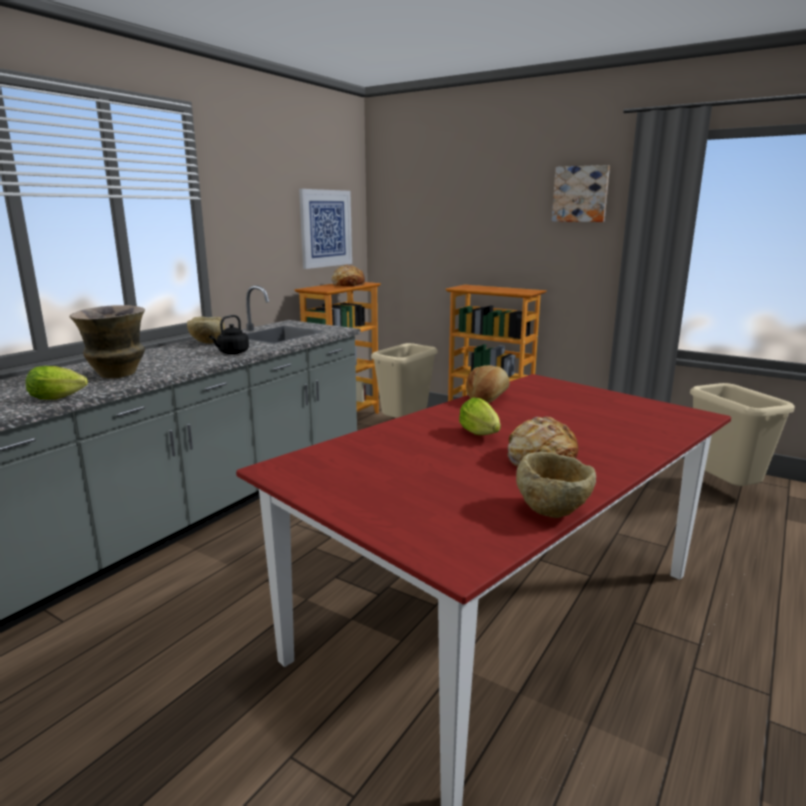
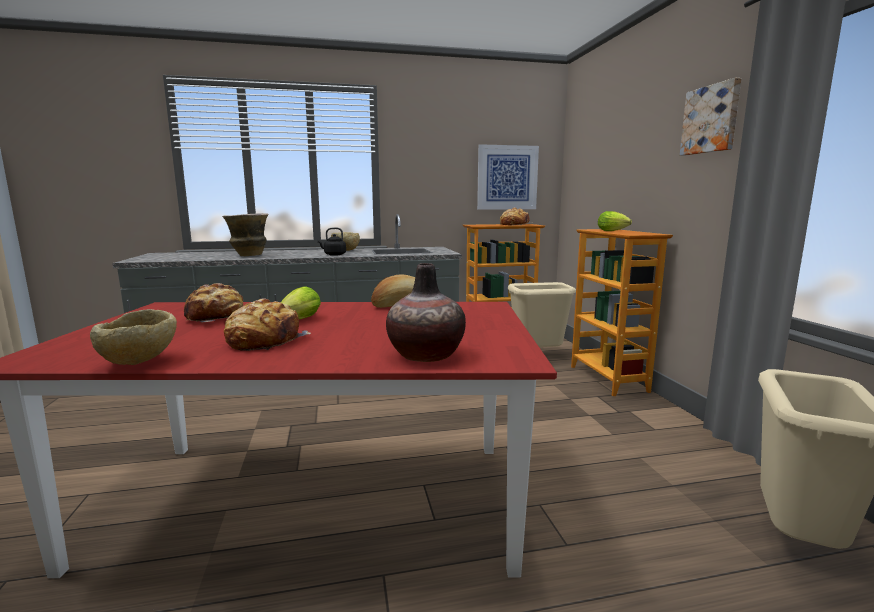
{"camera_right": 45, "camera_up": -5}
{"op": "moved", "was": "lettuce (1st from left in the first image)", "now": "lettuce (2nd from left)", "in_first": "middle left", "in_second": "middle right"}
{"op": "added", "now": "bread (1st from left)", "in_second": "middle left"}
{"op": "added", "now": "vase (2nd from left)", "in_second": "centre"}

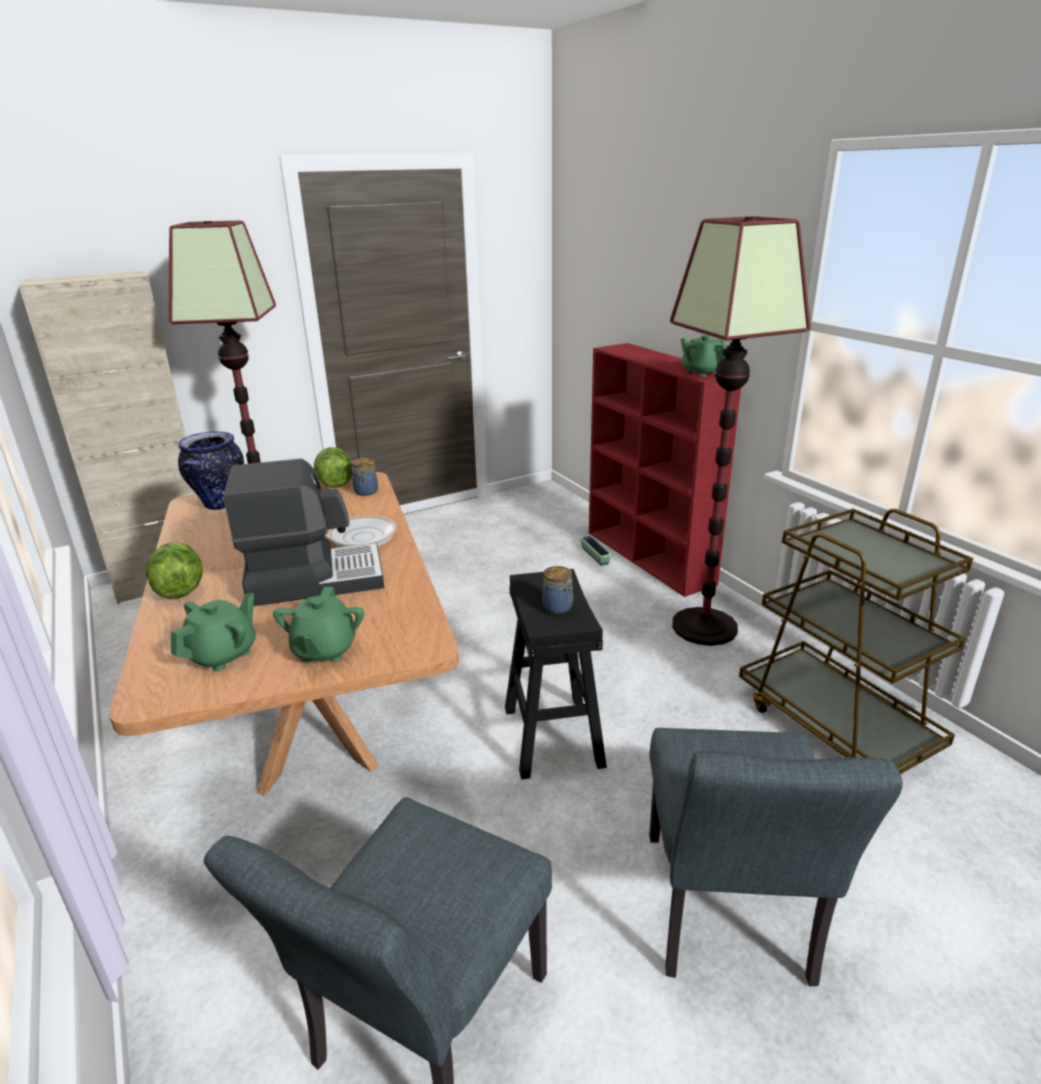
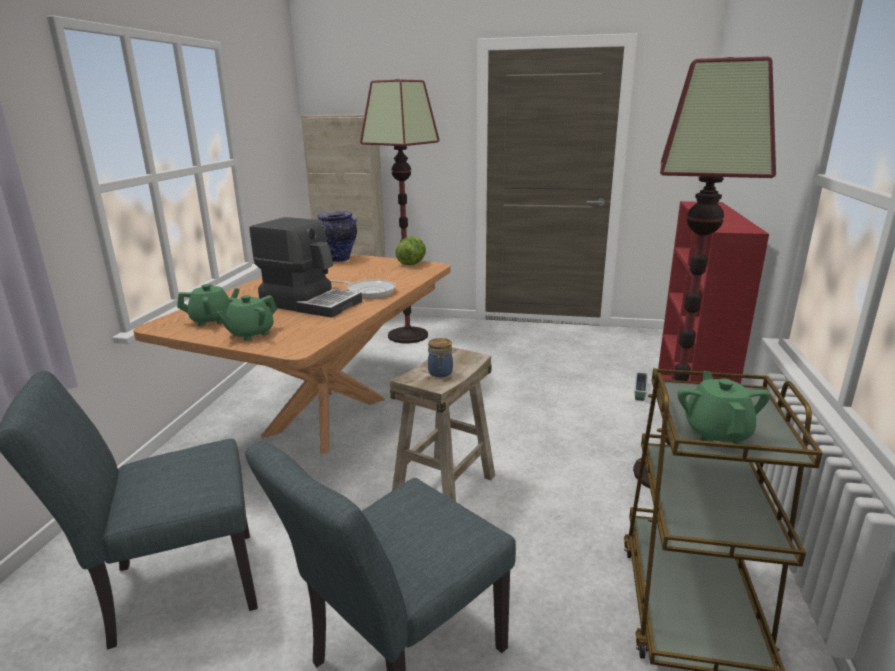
{"camera_right": 40, "camera_up": -5}
{"op": "removed", "was": "lettuce (1st from left)", "in_first": "middle left"}
{"op": "removed", "was": "jar (1st from left)", "in_first": "centre"}
{"op": "recoloured", "was": "black stool", "now": "beige stool", "in_first": "centre", "in_second": "centre"}
{"op": "moved", "was": "green teapot (3rd from left)", "in_first": "top right", "in_second": "middle right"}

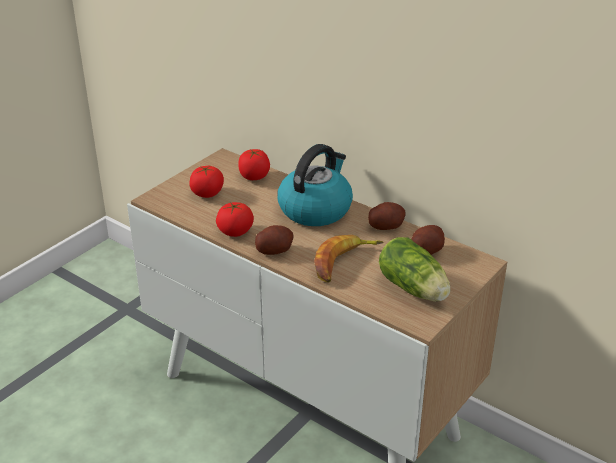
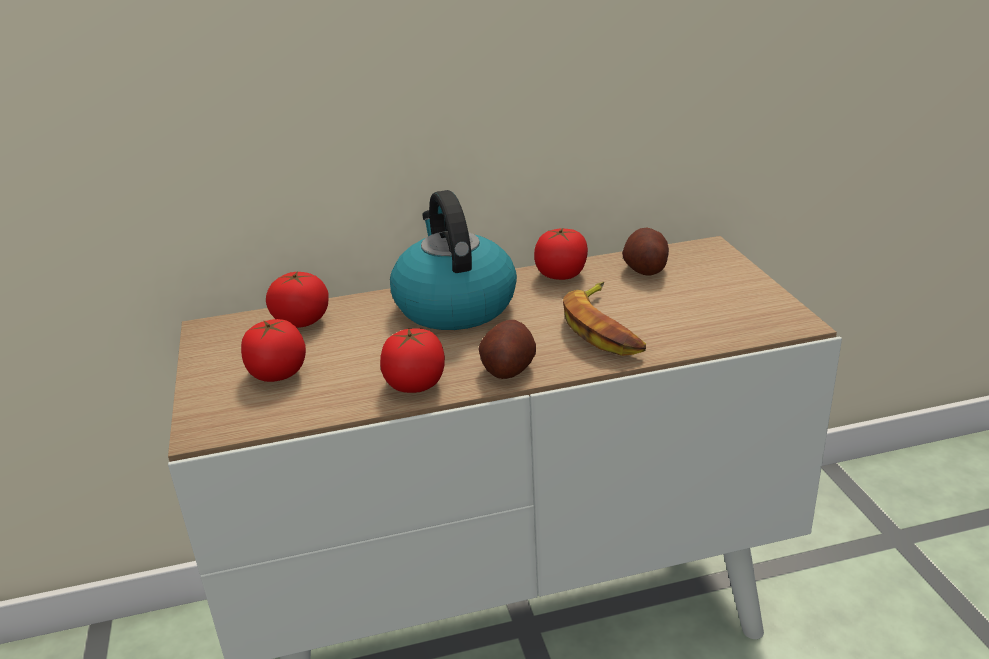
{"camera_right": -50, "camera_up": -5}
{"op": "replaced", "was": "potato (2nd from left)", "now": "tomato (4th from left)", "in_first": "centre", "in_second": "centre"}
{"op": "removed", "was": "lettuce", "in_first": "middle right"}

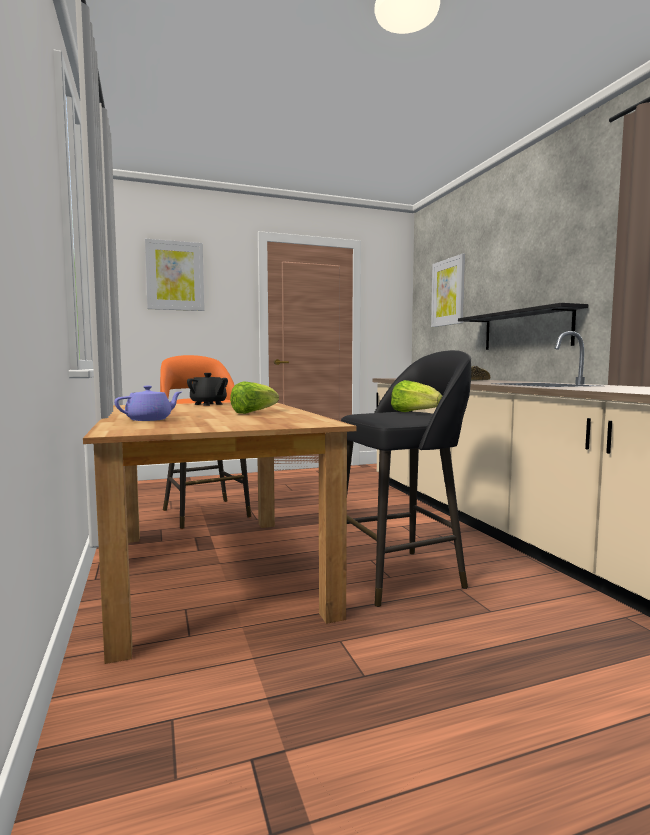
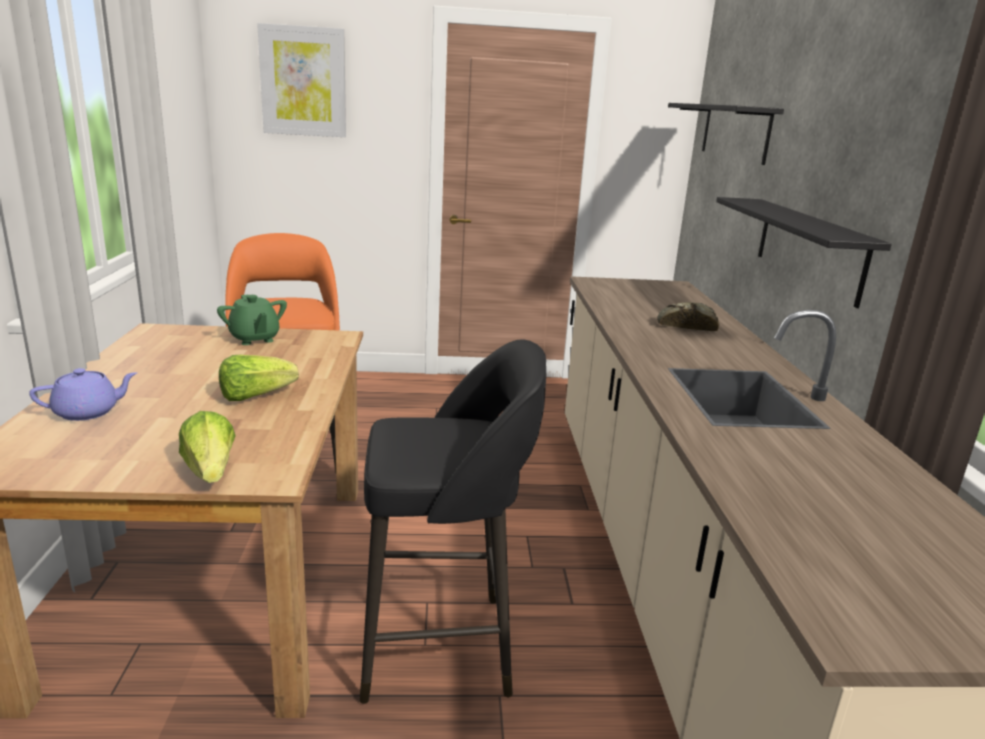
{"camera_right": 15, "camera_up": 15}
{"op": "recoloured", "was": "black teapot", "now": "green teapot", "in_first": "middle left", "in_second": "middle left"}
{"op": "moved", "was": "lettuce (2nd from left in the first image)", "now": "lettuce (1st from left)", "in_first": "centre", "in_second": "middle left"}
{"op": "replaced", "was": "picture (2nd from left)", "now": "black shelf (1st from left)", "in_first": "middle right", "in_second": "top right"}

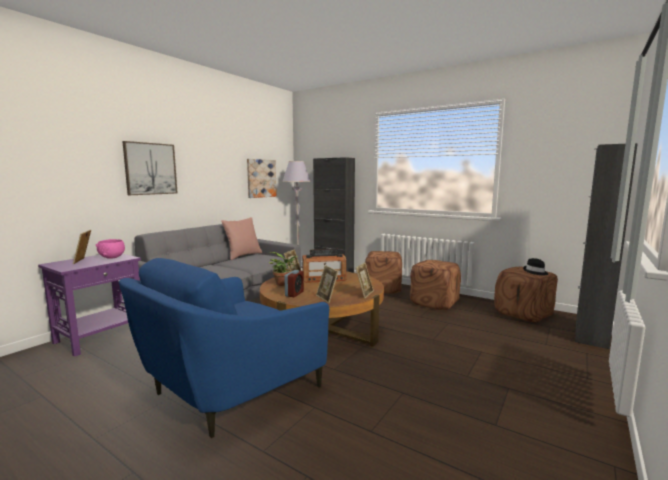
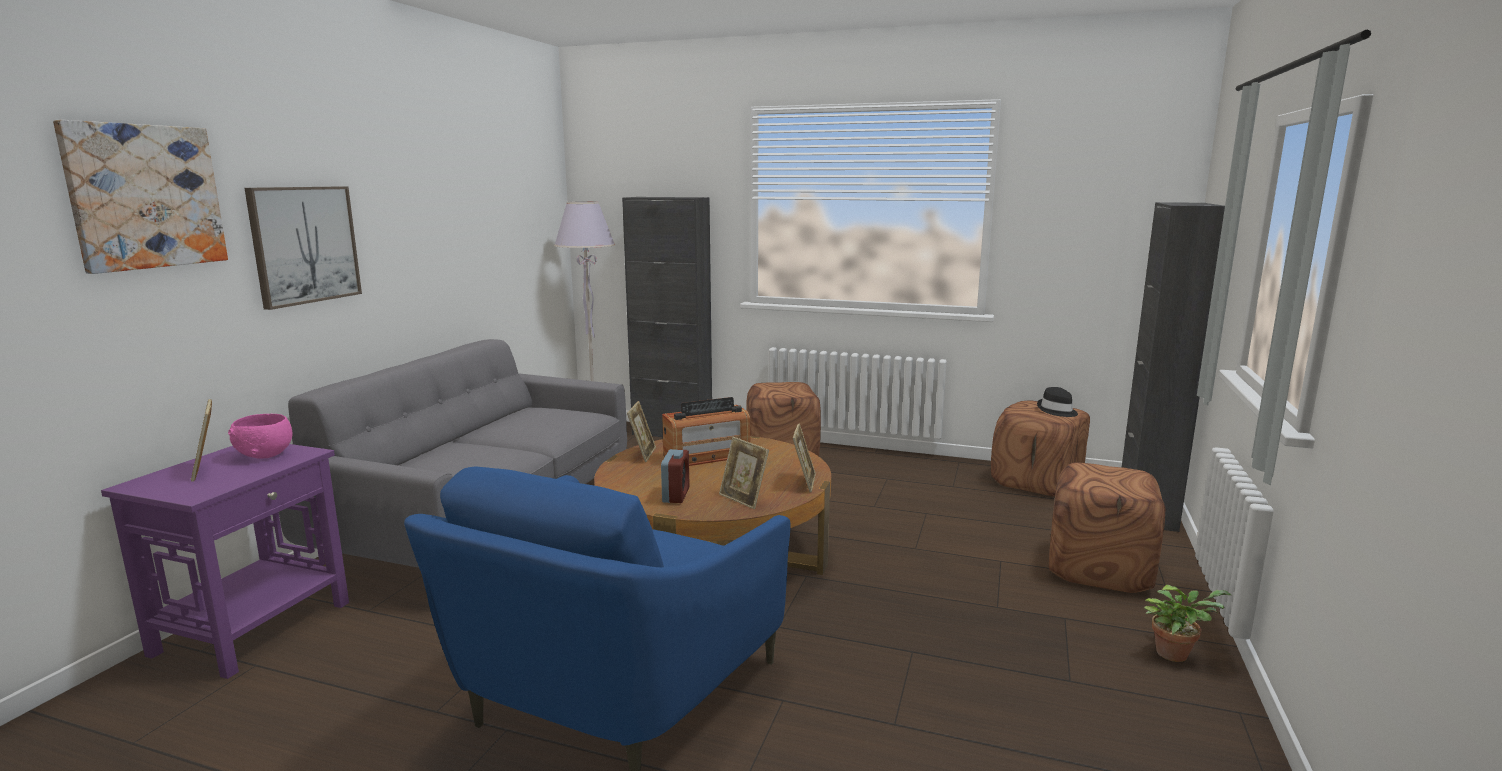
{"camera_right": -15, "camera_up": 5}
{"op": "removed", "was": "pink pillow", "in_first": "centre"}
{"op": "moved", "was": "picture (2nd from left in the first image)", "now": "picture (1st from left)", "in_first": "centre", "in_second": "top left"}
{"op": "moved", "was": "potted plant", "in_first": "centre", "in_second": "bottom right"}
{"op": "moved", "was": "brown ottoman (2nd from left in the first image)", "now": "brown ottoman (3rd from left)", "in_first": "centre", "in_second": "bottom right"}

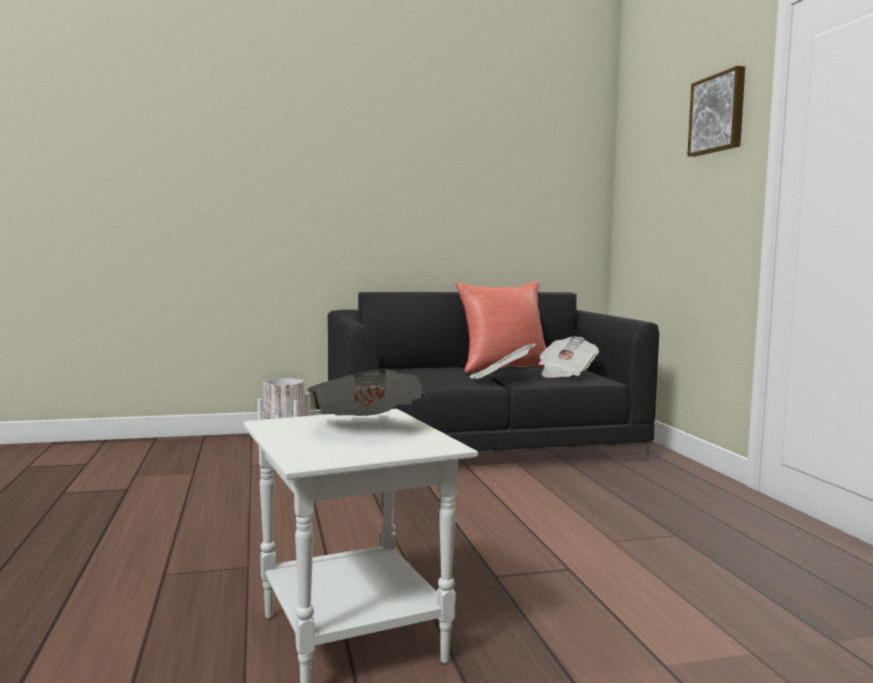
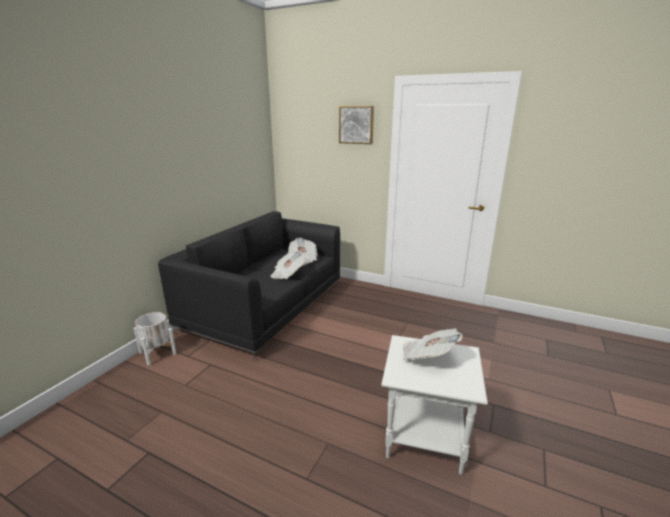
{"camera_right": -50, "camera_up": 15}
{"op": "removed", "was": "red pillow", "in_first": "centre"}

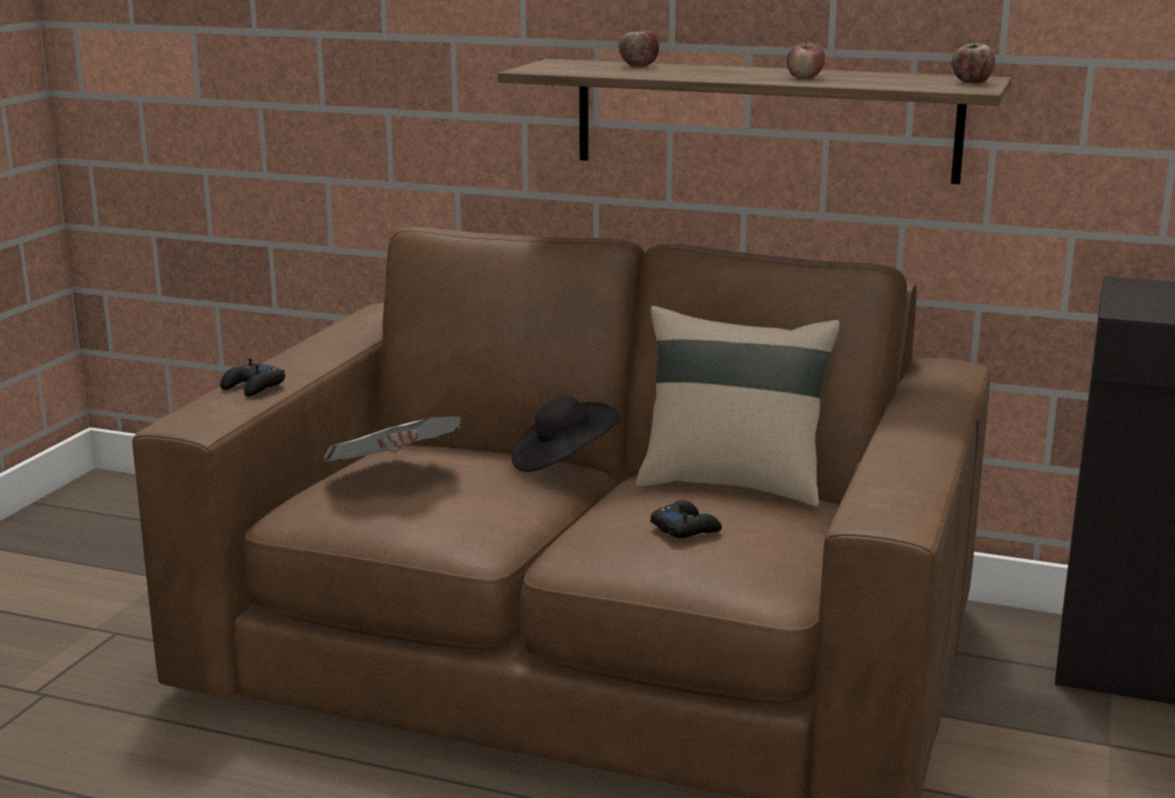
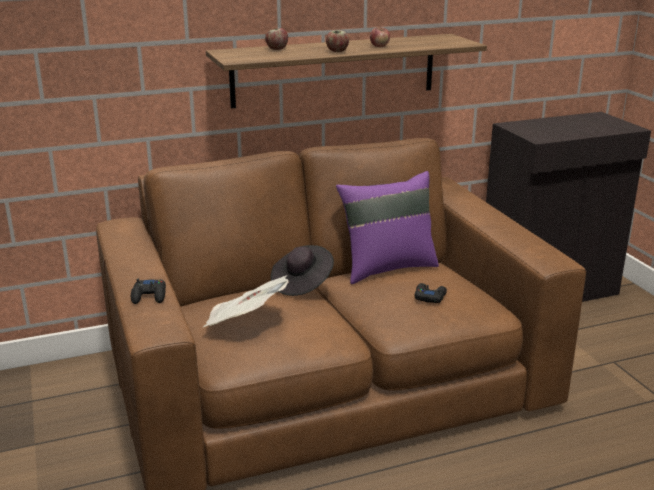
{"camera_right": -40, "camera_up": 5}
{"op": "recoloured", "was": "beige pillow", "now": "purple pillow", "in_first": "centre", "in_second": "centre"}
{"op": "moved", "was": "apple (3rd from left in the first image)", "now": "apple (2nd from left)", "in_first": "top right", "in_second": "top centre"}

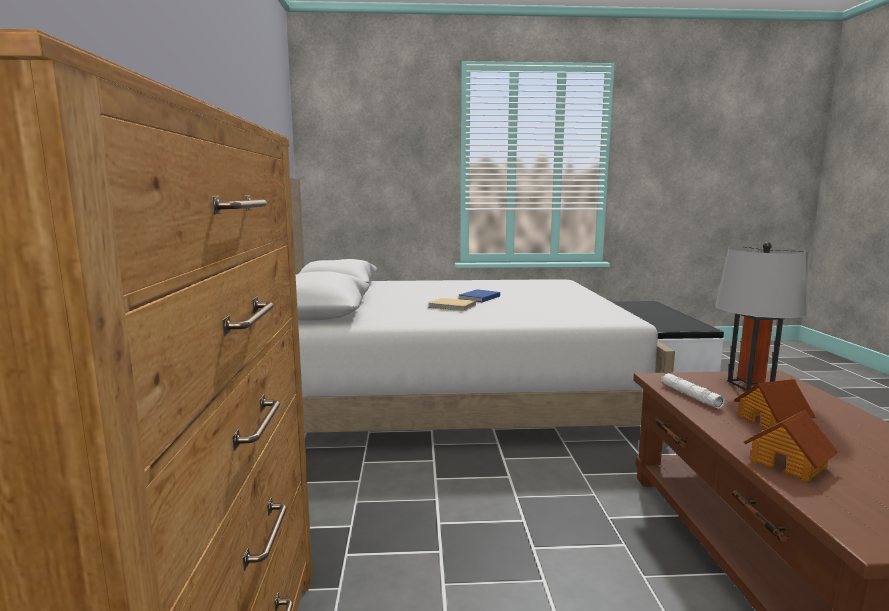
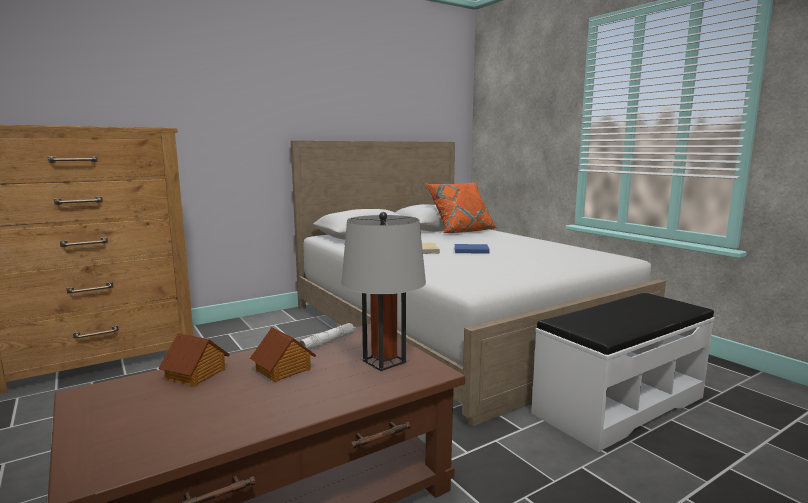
{"camera_right": 60, "camera_up": 0}
{"op": "added", "now": "orange pillow", "in_second": "centre"}

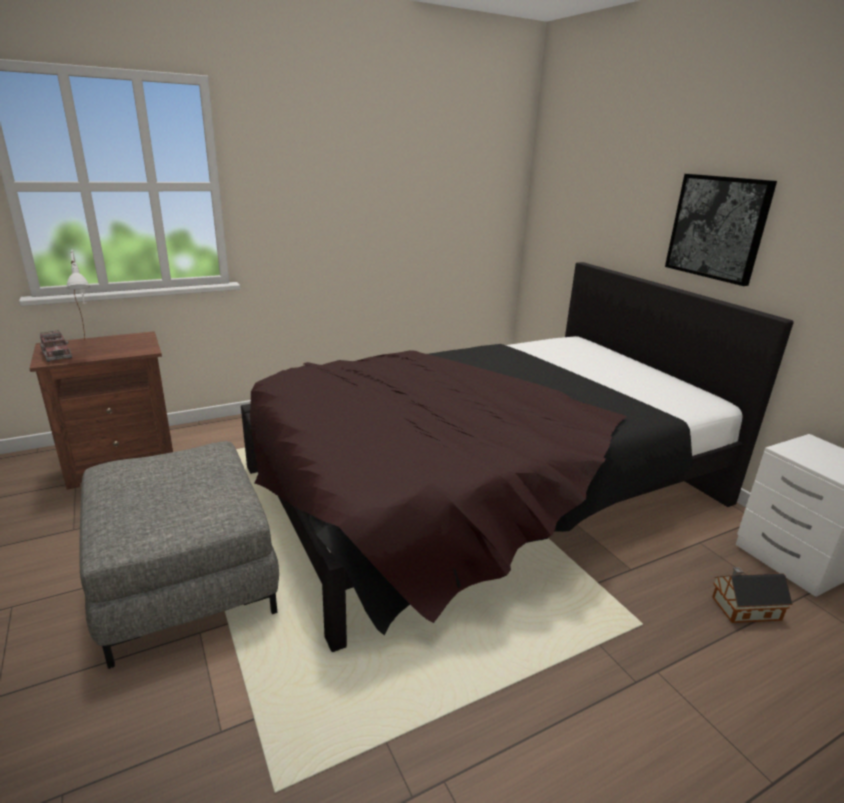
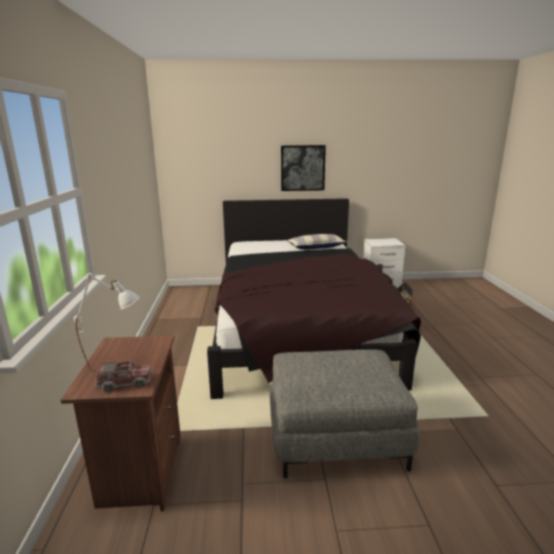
{"camera_right": -65, "camera_up": -5}
{"op": "added", "now": "pillow", "in_second": "centre"}

